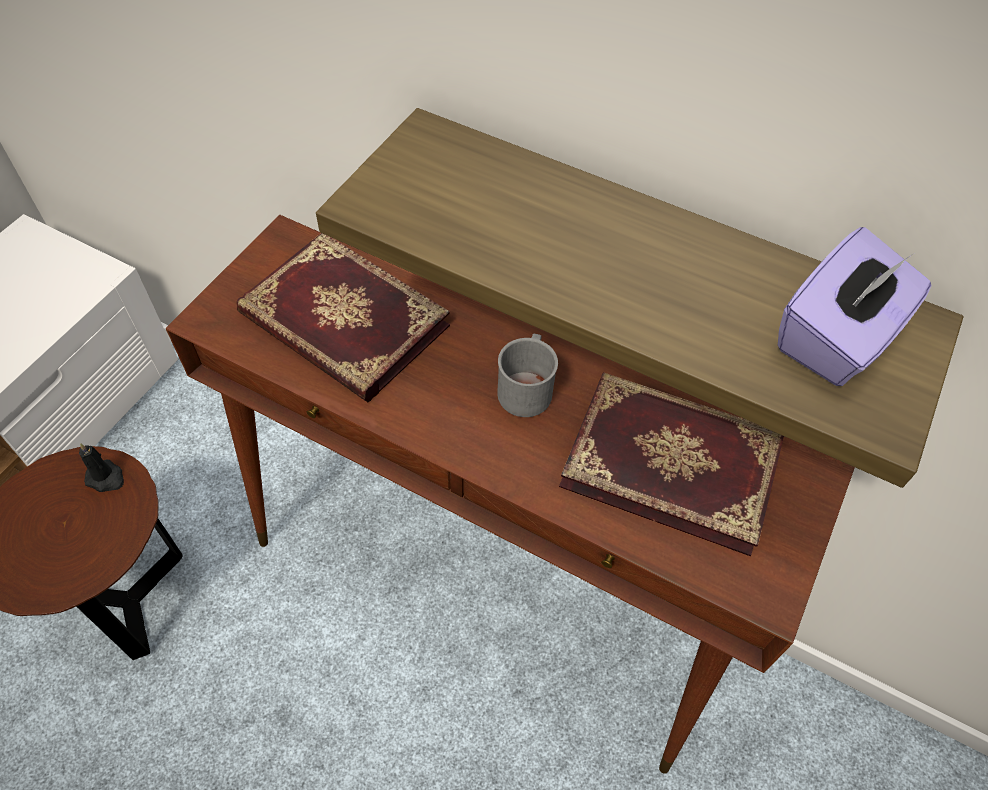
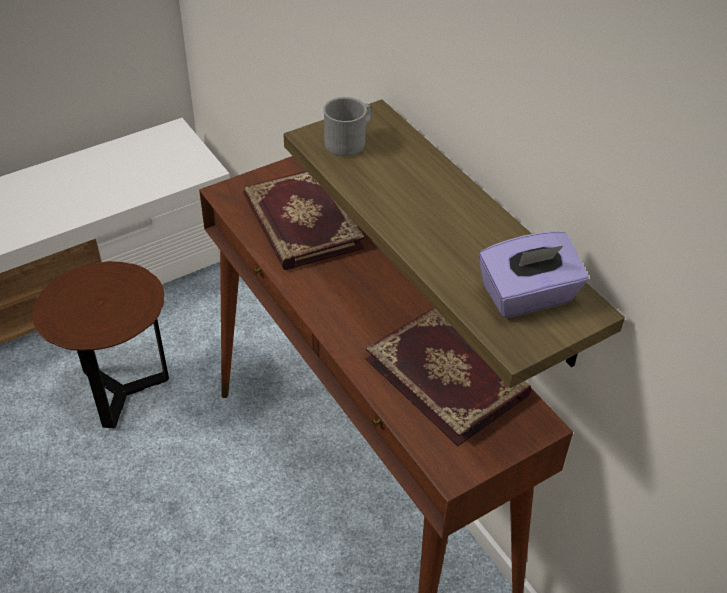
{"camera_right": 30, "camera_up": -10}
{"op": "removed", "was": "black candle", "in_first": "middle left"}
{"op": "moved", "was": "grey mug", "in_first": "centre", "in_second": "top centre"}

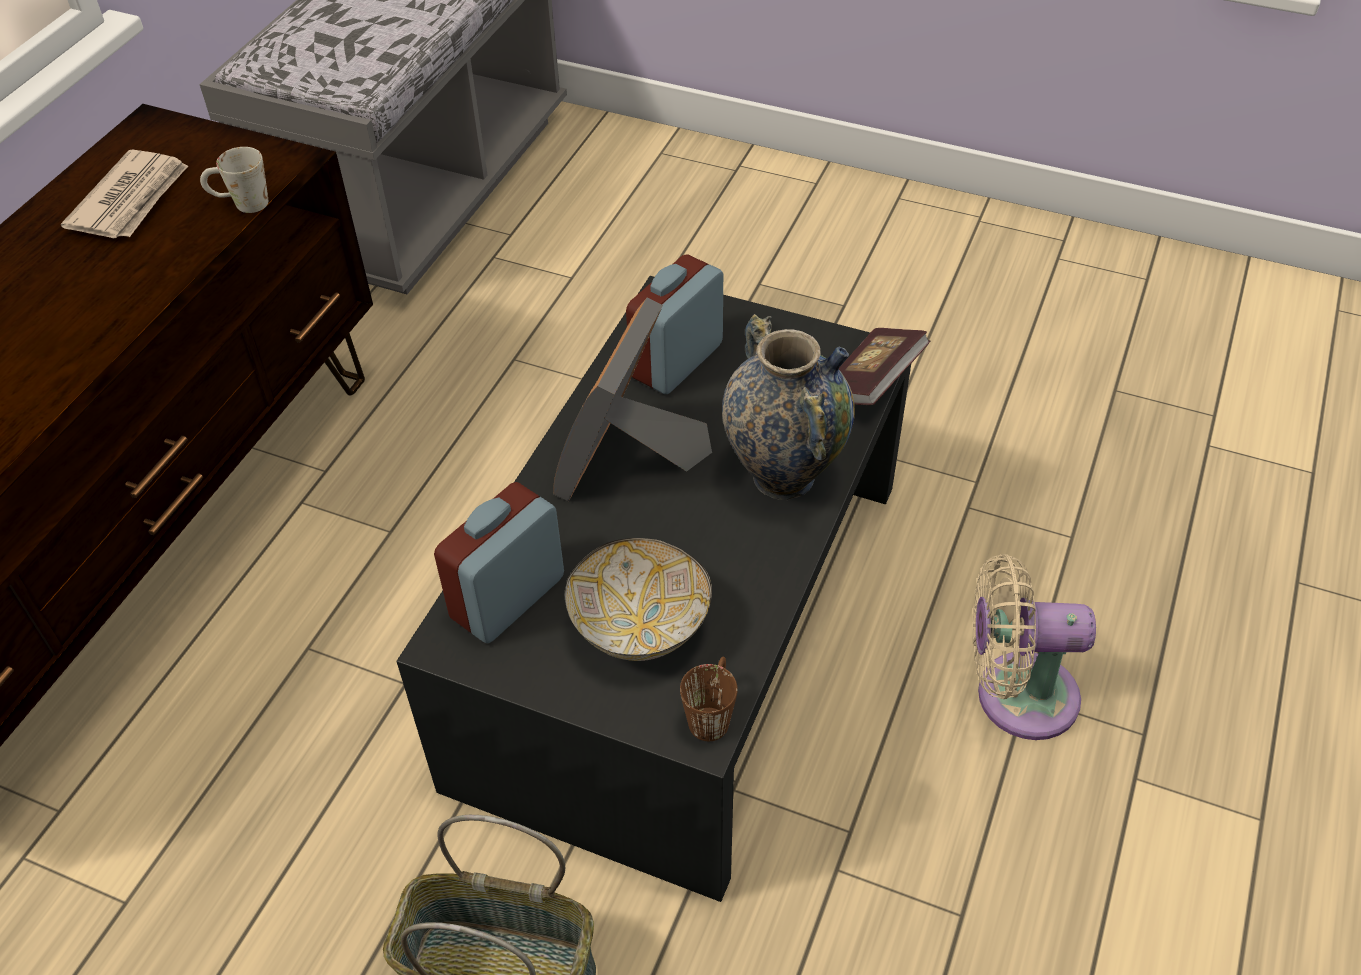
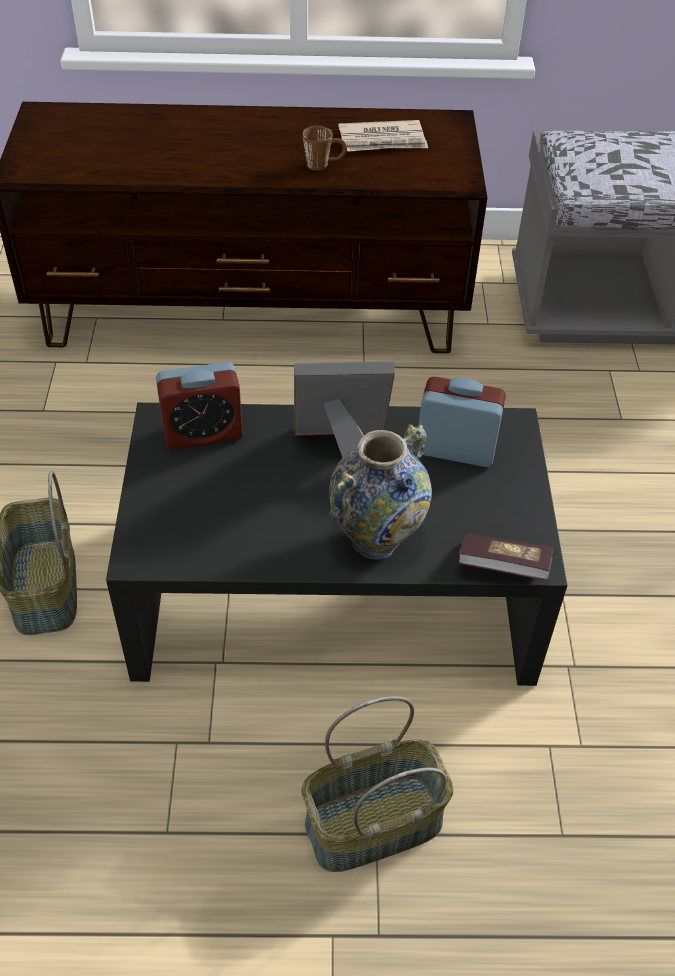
{"camera_right": 65, "camera_up": 0}
{"op": "removed", "was": "white mug", "in_first": "top left"}
{"op": "turned", "was": "alarm clock (1st from left)", "in_first": "centre", "in_second": "middle left", "clockwise": 150}
{"op": "removed", "was": "bowl", "in_first": "centre"}
{"op": "moved", "was": "brown mug", "in_first": "bottom centre", "in_second": "top centre"}
{"op": "replaced", "was": "beige fan", "now": "basket (2nd from left)", "in_first": "middle right", "in_second": "bottom centre"}

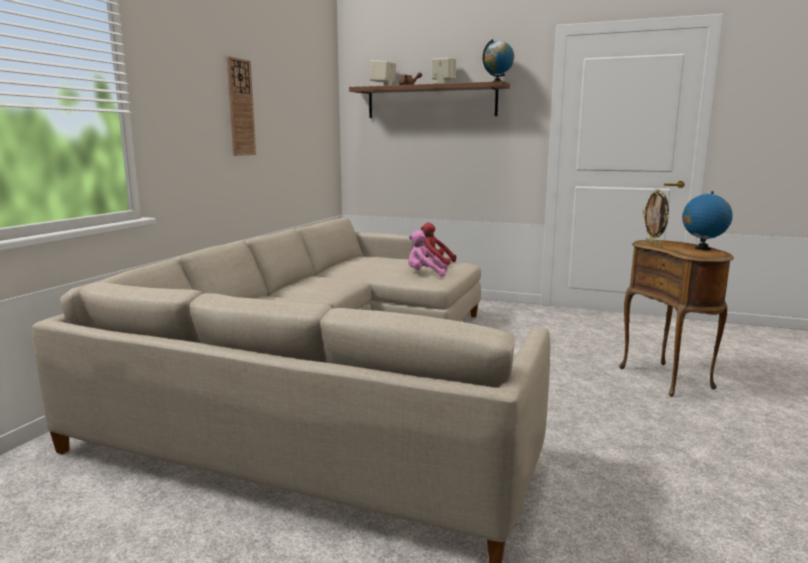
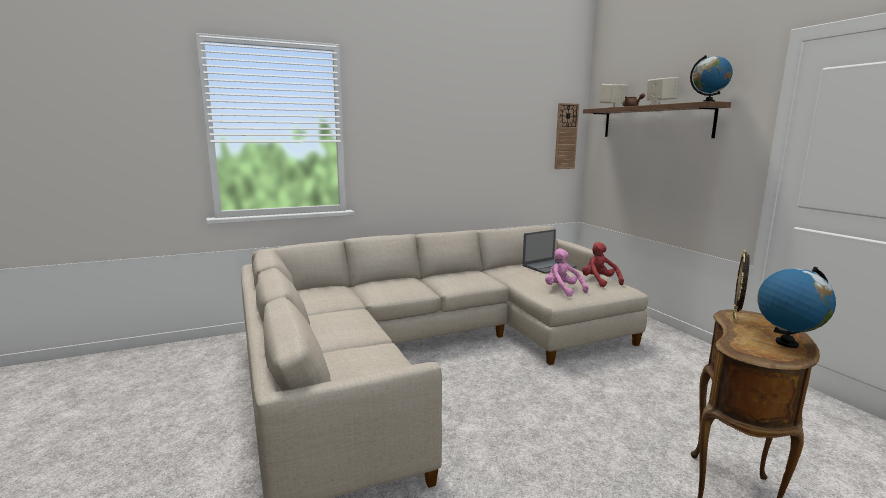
{"camera_right": 45, "camera_up": 0}
{"op": "moved", "was": "wall clock", "in_first": "top left", "in_second": "top centre"}
{"op": "added", "now": "laptop", "in_second": "centre"}

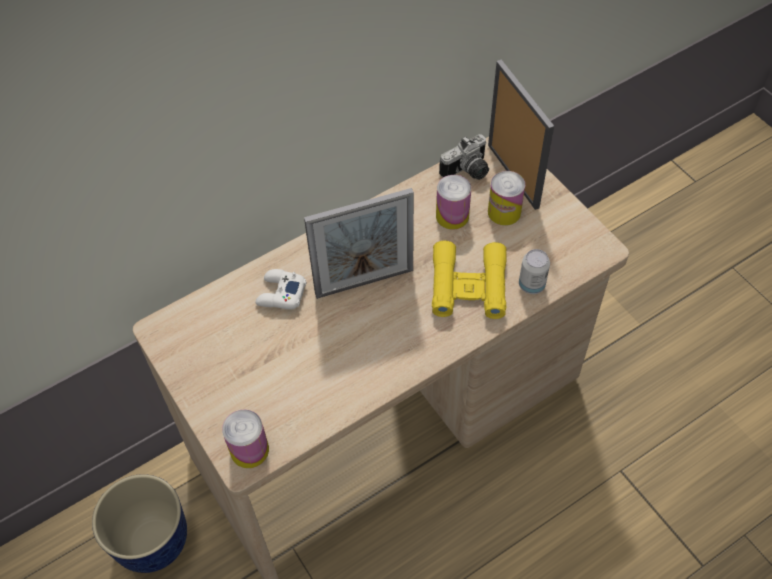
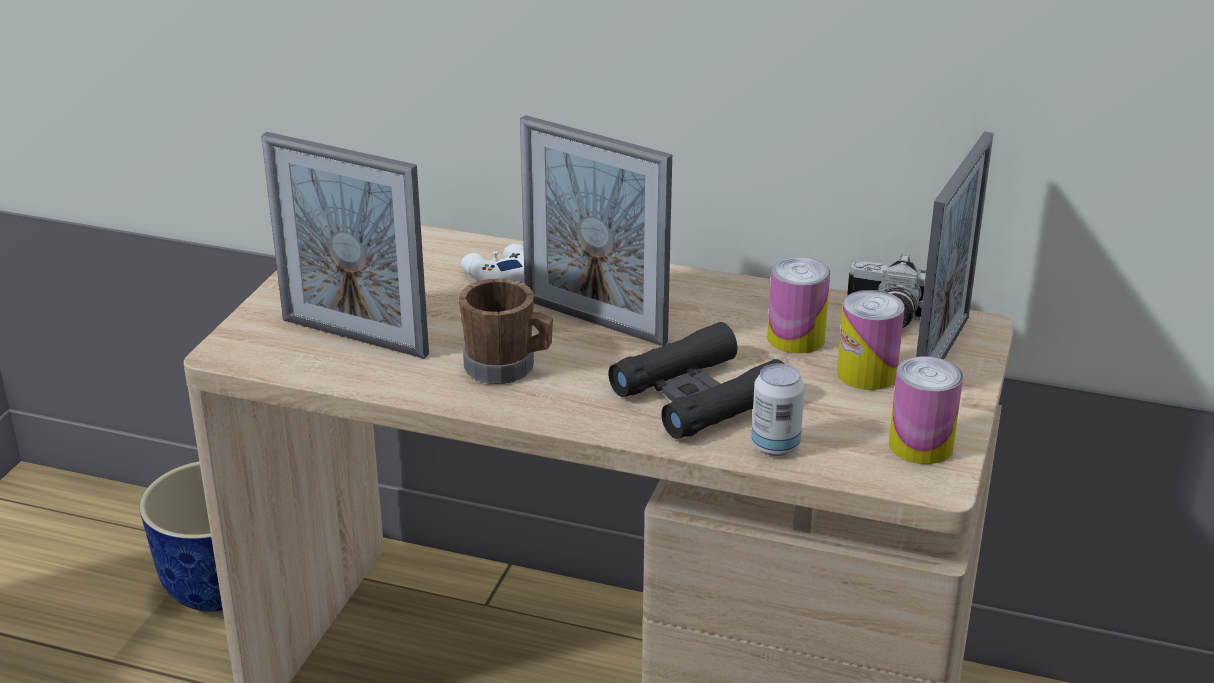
{"camera_right": 50, "camera_up": -25}
{"op": "moved", "was": "can (1st from left in the first image)", "now": "can (4th from left)", "in_first": "bottom left", "in_second": "middle right"}
{"op": "recoloured", "was": "yellow binoculars", "now": "black binoculars", "in_first": "centre", "in_second": "centre"}
{"op": "added", "now": "picture frame (1st from left)", "in_second": "middle left"}
{"op": "added", "now": "brown mug", "in_second": "centre"}

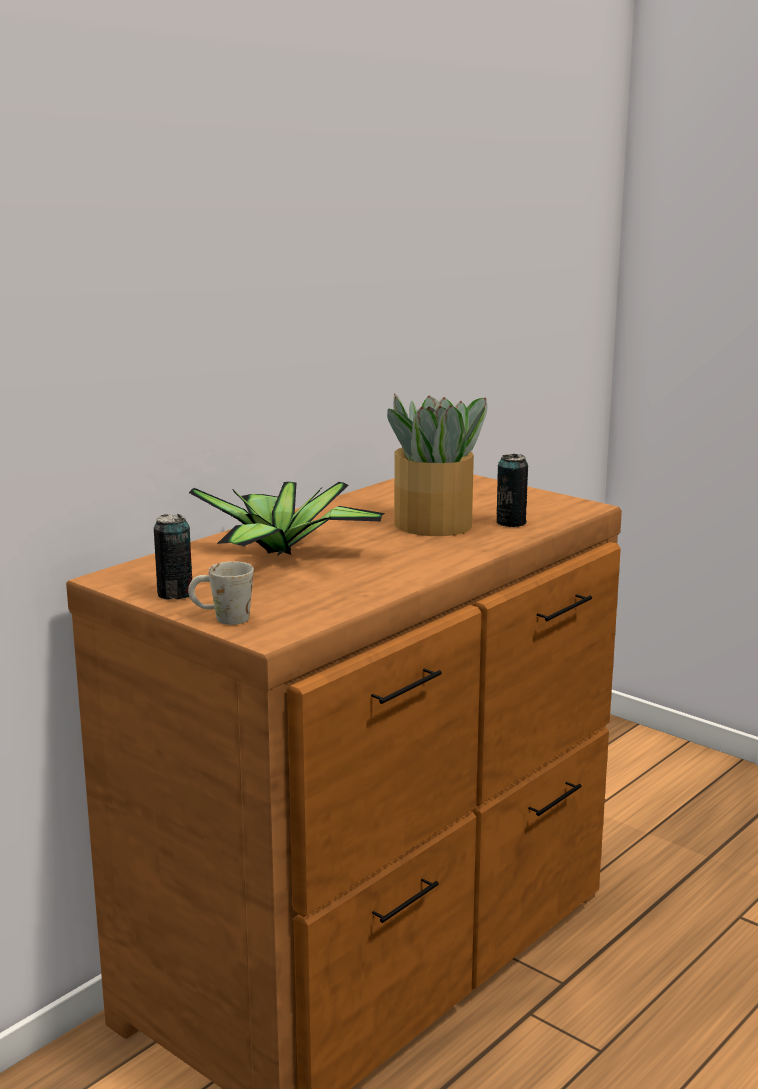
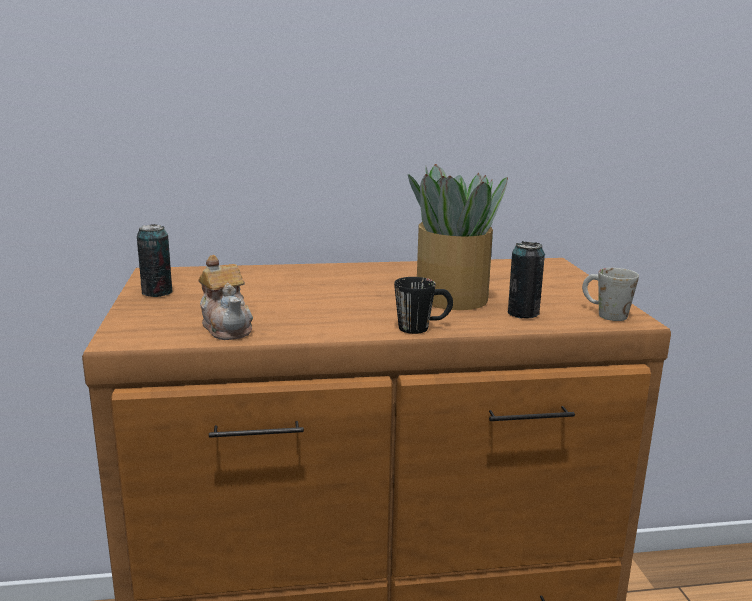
{"camera_right": 40, "camera_up": 0}
{"op": "moved", "was": "white mug", "in_first": "middle left", "in_second": "middle right"}
{"op": "removed", "was": "potted plant (1st from left)", "in_first": "centre"}
{"op": "added", "now": "teapot", "in_second": "middle left"}
{"op": "added", "now": "black mug", "in_second": "centre"}

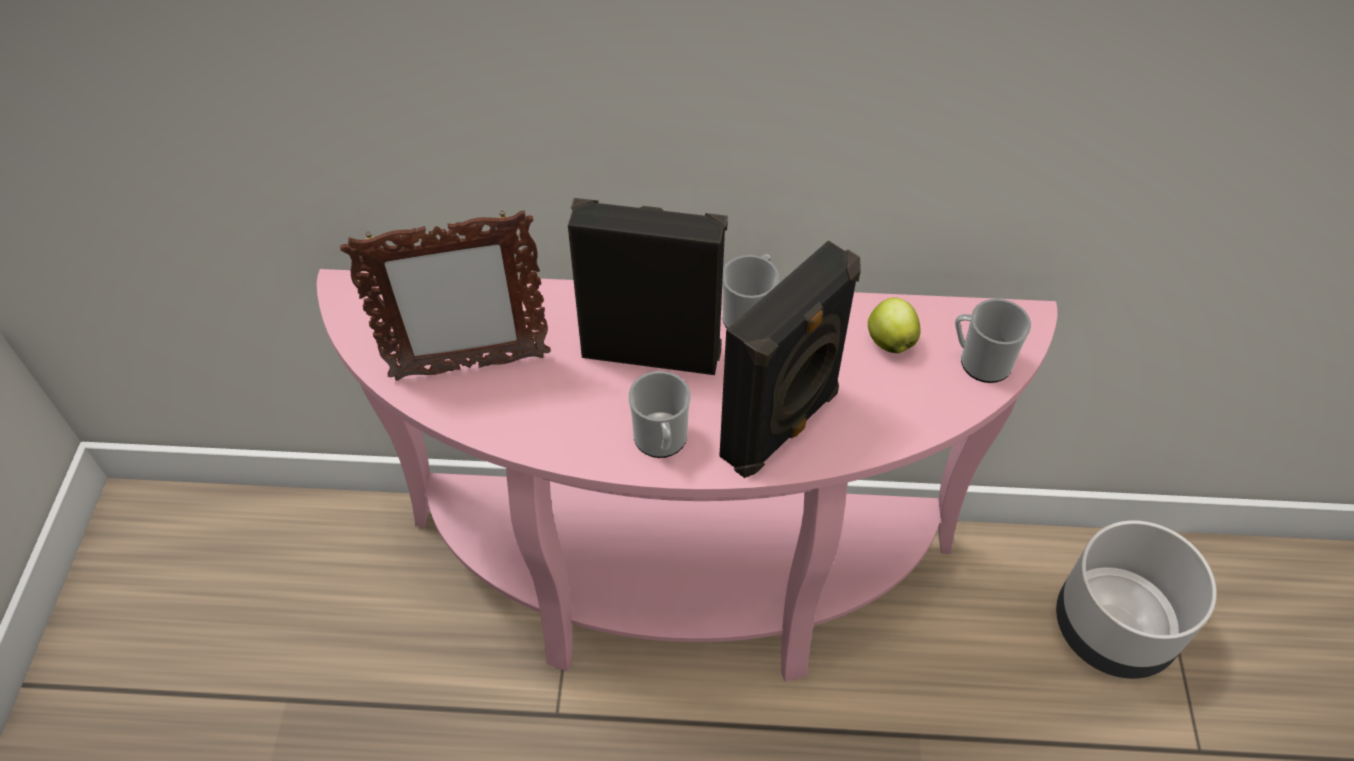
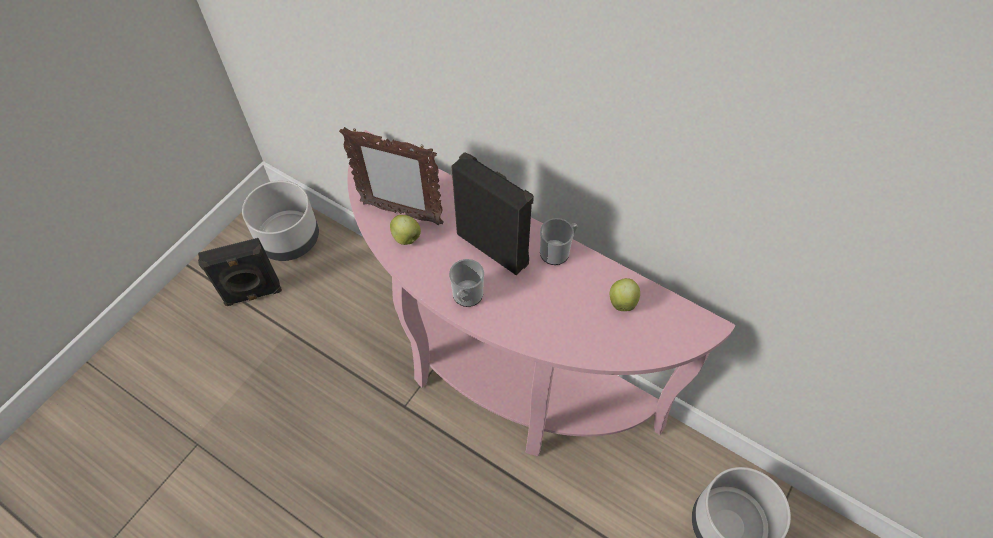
{"camera_right": 30, "camera_up": 5}
{"op": "moved", "was": "black speaker (2nd from left in the first image)", "now": "black speaker (1st from left)", "in_first": "centre", "in_second": "middle left"}
{"op": "removed", "was": "mug (3rd from left)", "in_first": "middle right"}
{"op": "added", "now": "grey planter (1st from left)", "in_second": "middle left"}
{"op": "added", "now": "apple (1st from left)", "in_second": "centre"}

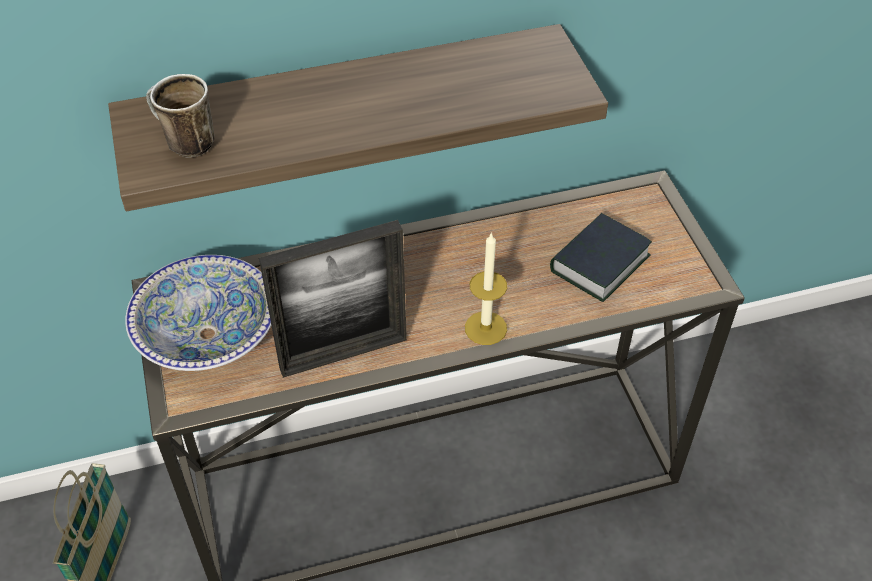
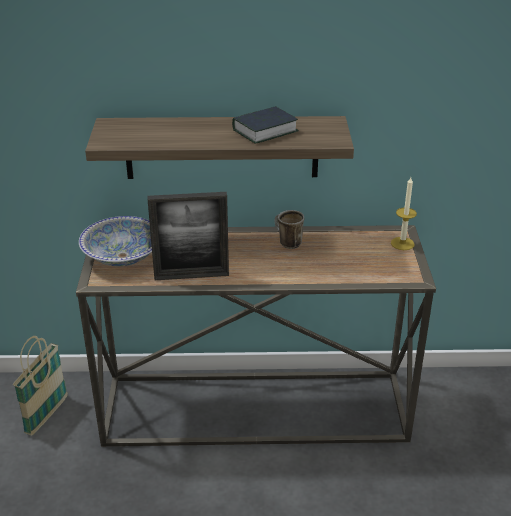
{"camera_right": 15, "camera_up": -15}
{"op": "moved", "was": "mug", "in_first": "top left", "in_second": "centre"}
{"op": "moved", "was": "candle", "in_first": "centre", "in_second": "middle right"}
{"op": "moved", "was": "book", "in_first": "middle right", "in_second": "top centre"}

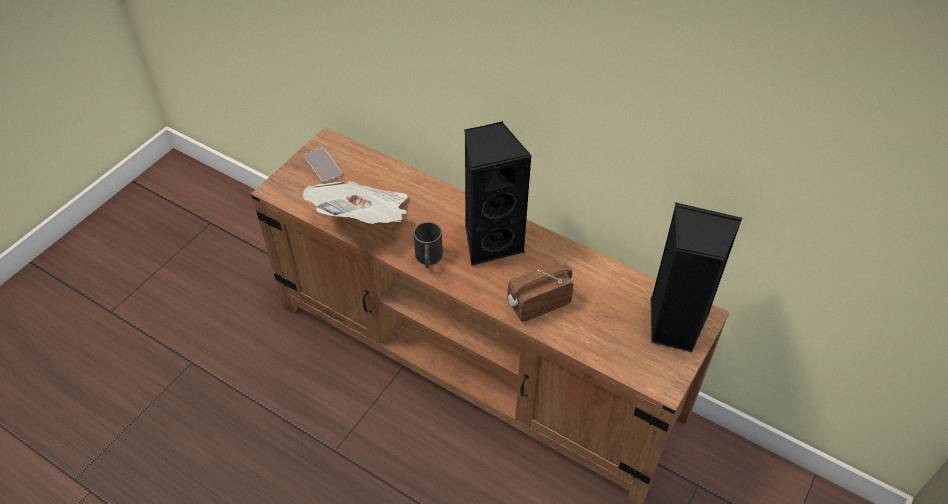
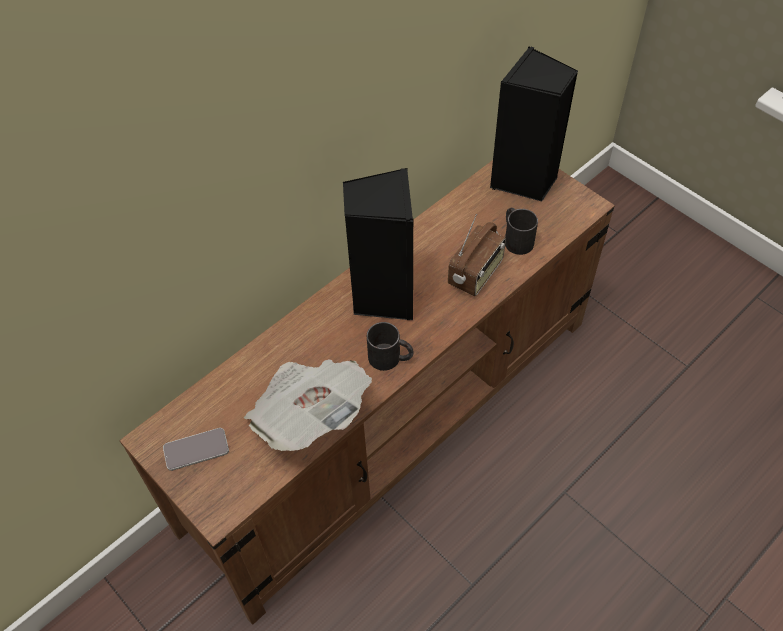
{"camera_right": -75, "camera_up": 5}
{"op": "turned", "was": "radio", "in_first": "centre", "in_second": "centre", "clockwise": -135}
{"op": "added", "now": "black mug (2nd from left)", "in_second": "centre"}

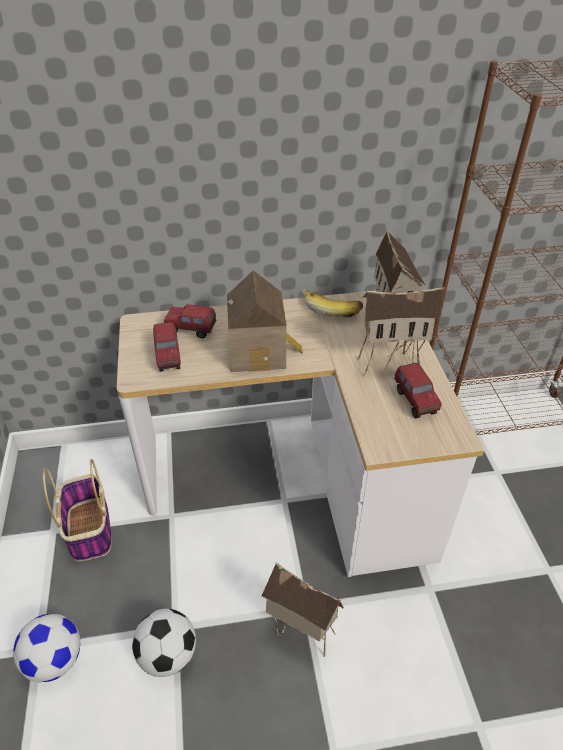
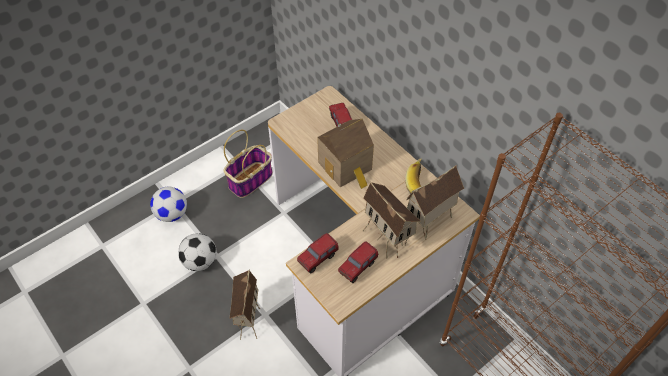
{"camera_right": 60, "camera_up": 10}
{"op": "moved", "was": "toy truck (1st from left)", "in_first": "middle left", "in_second": "bottom centre"}

